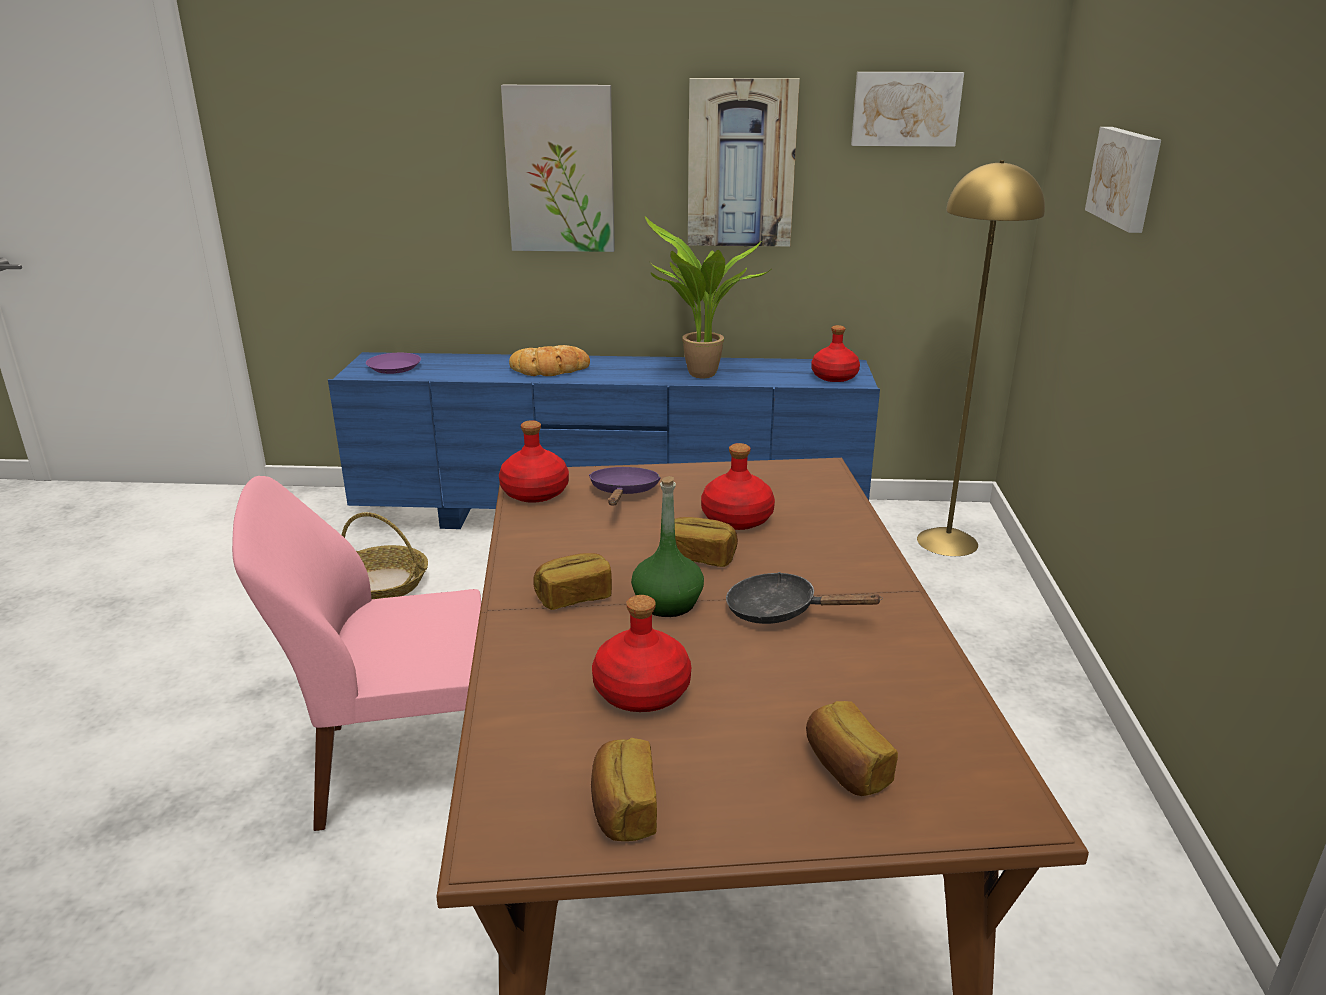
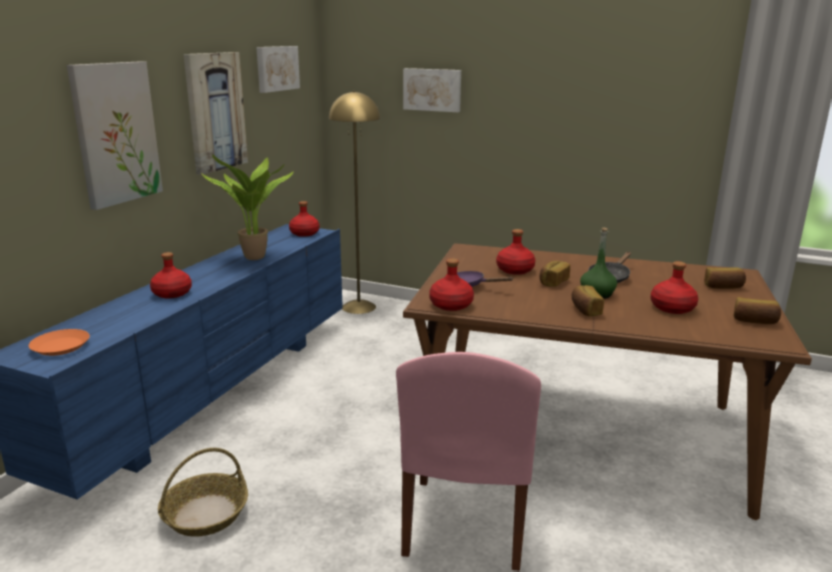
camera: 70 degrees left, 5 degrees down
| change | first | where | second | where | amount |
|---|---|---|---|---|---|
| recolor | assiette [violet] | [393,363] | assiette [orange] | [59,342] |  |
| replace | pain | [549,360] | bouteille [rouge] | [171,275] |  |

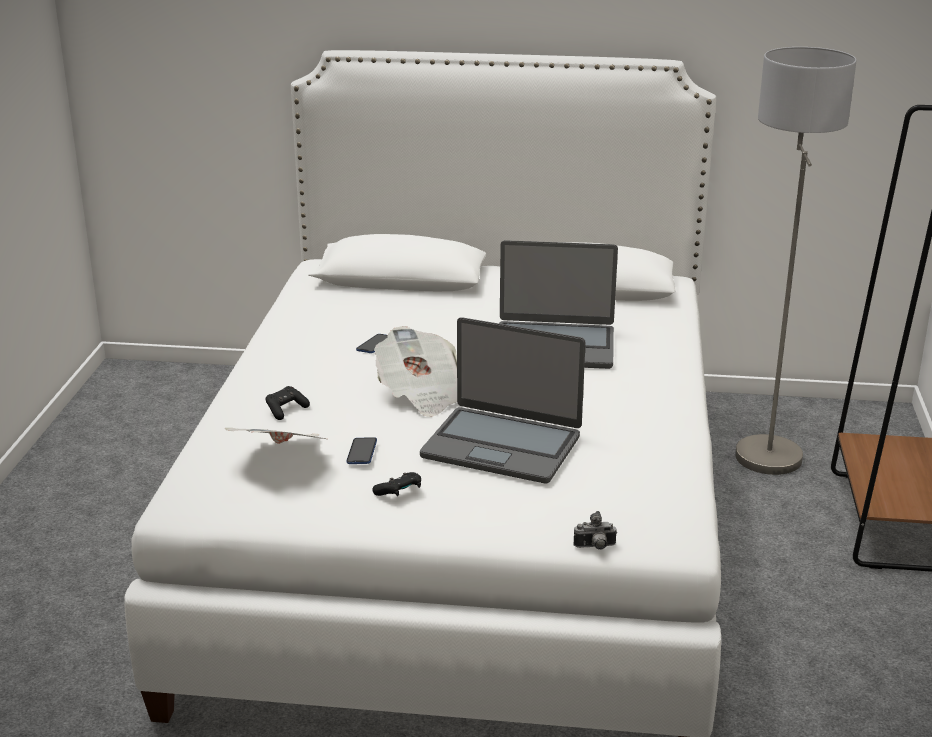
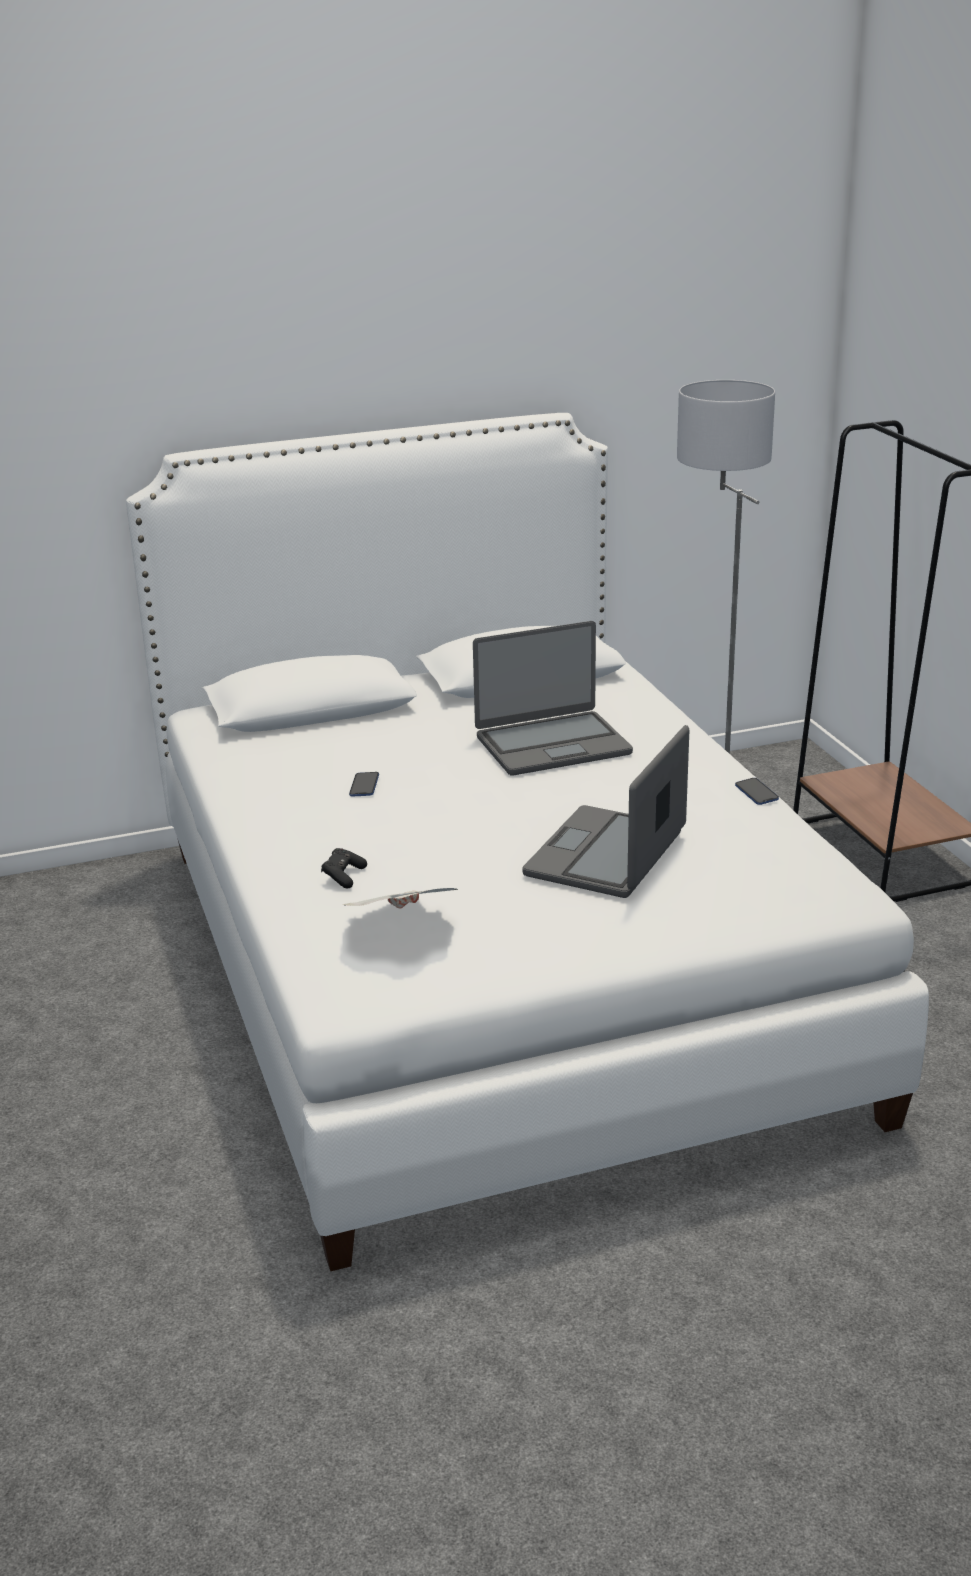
camera: 25 degrees left, 0 degrees up
| change | first | where | second | where | amount |
|---|---|---|---|---|---|
| move | téléphone | [361,450] |  | [757,791] |  |
| delete | manette [noir] | [396,484] |  |  |  |
| delete | journal | [415,371] |  |  |  |
| rotate | ordinateur portable | [502,400] |  | [605,811] | 120 degrees clockwise |
| delete | appareil photo | [595,530] |  |  |  |

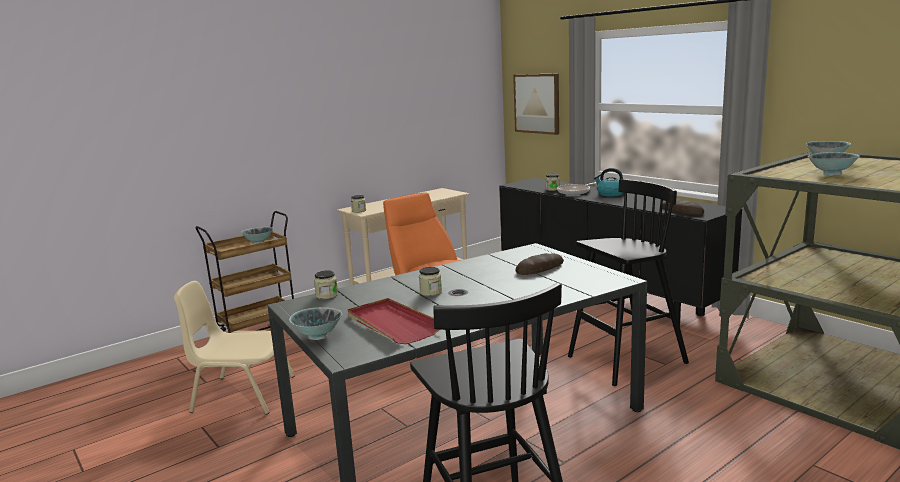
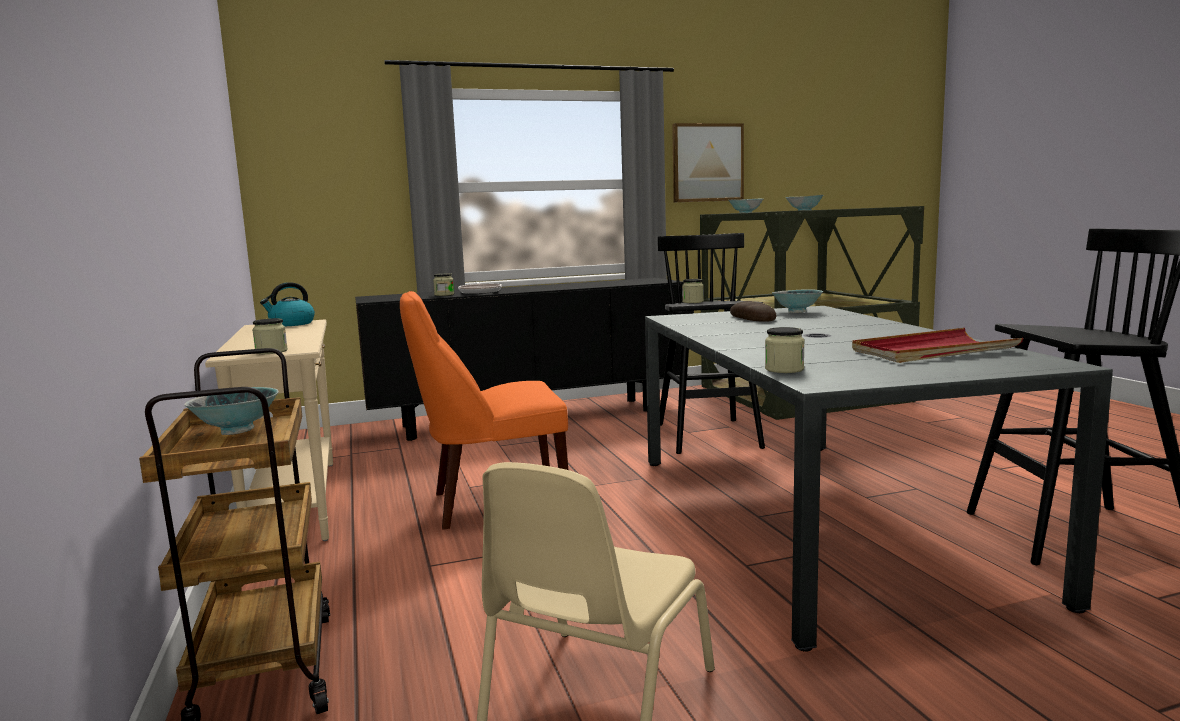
camera: 70 degrees left, 5 degrees down
| change | first | where | second | where | amount |
|---|---|---|---|---|---|
| move | bol | [315,323] |  | [797,301] |  |
| move | bocal | [430,281] |  | [693,291] |  |
| move | tableau | [536,104] |  | [708,162] |  |
| move | bouilloire | [608,182] |  | [287,304] |  |
| delete | pain | [683,207] |  |  |  |

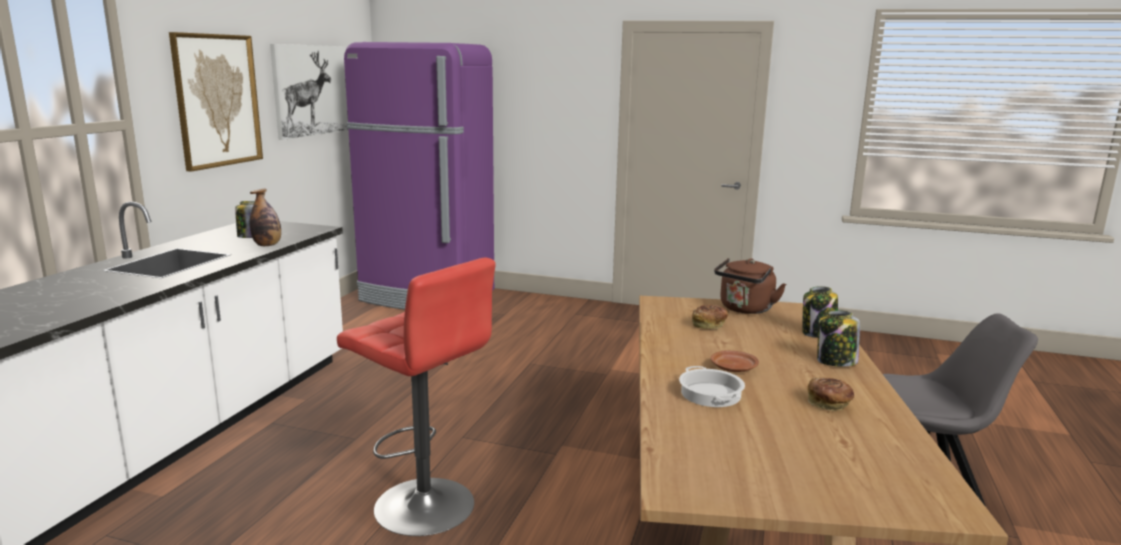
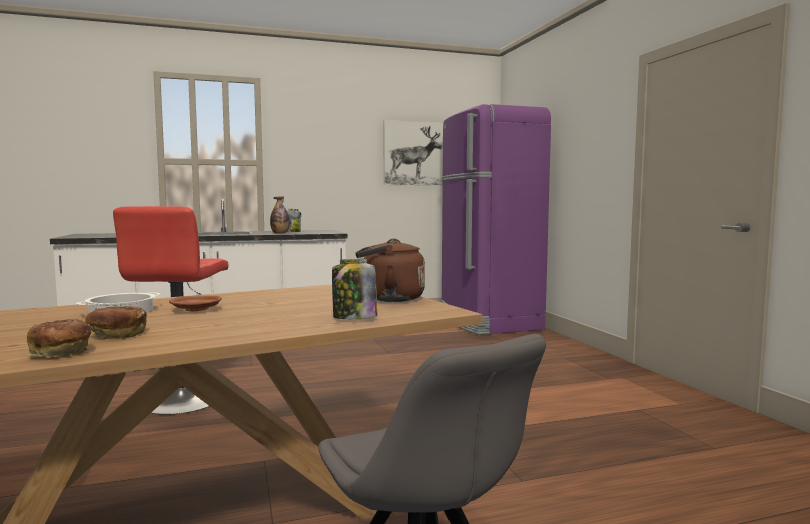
camera: 55 degrees right, 10 degrees down
| change | first | where | second | where | amount |
|---|---|---|---|---|---|
| delete | tableau | [216,102] |  |  |  |
| move | pain | [710,317] |  | [59,338] |  |
| delete | bocal | [838,338] |  |  |  |

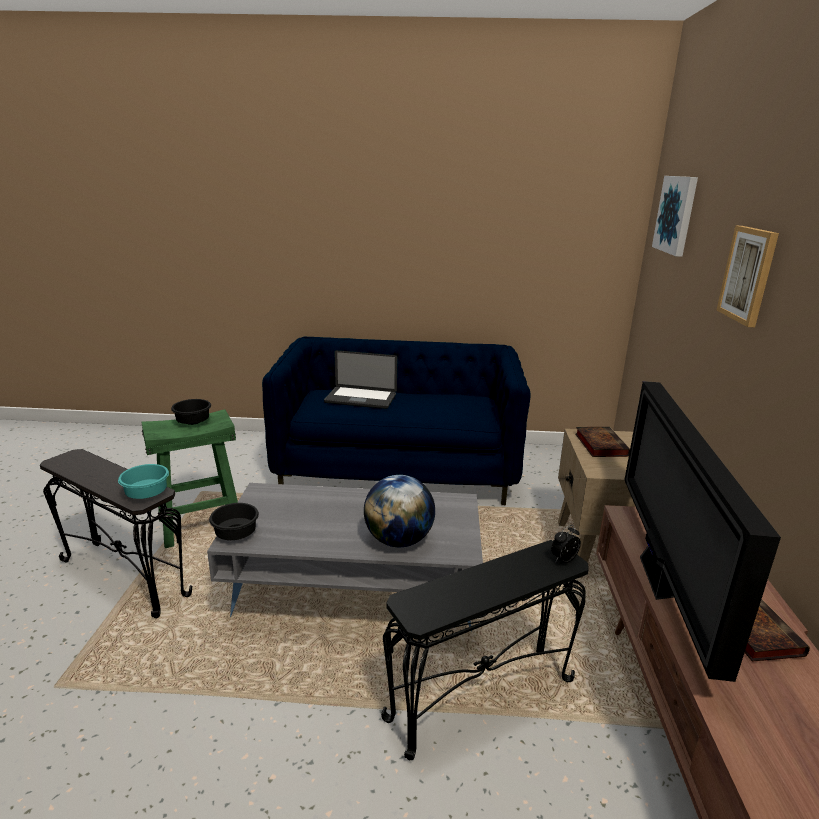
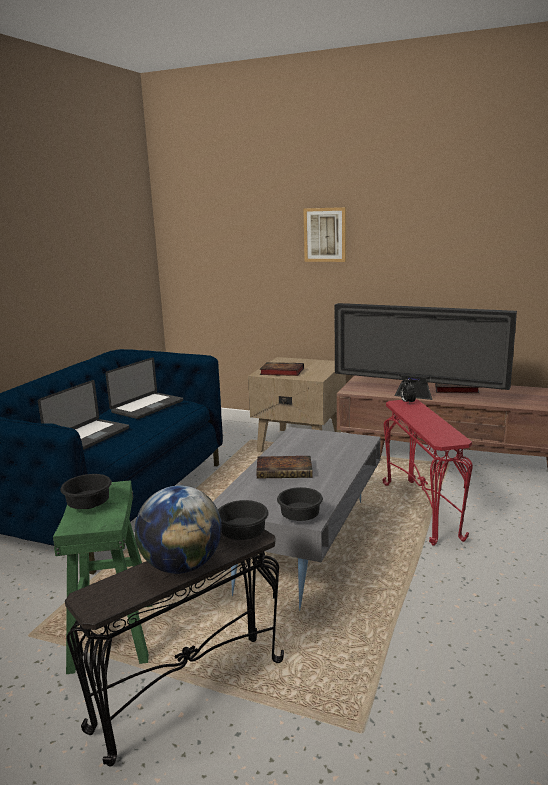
camera: 70 degrees left, 5 degrees down
| change | first | where | second | where | amount |
|---|---|---|---|---|---|
| recolor | bol [turquoise] | [143,481] | bol [noir] | [243,520] |  |
| move | globe | [399,511] |  | [178,529] |  |
| recolor | table d'appoint [noir] | [485,650] | table d'appoint [rouge] | [427,472] |  |
| delete | tableau | [675,216] |  |  |  |
| insert |  |  | ordinateur portable | [144,388] |  |
| insert |  |  | livre | [285,467] |  |

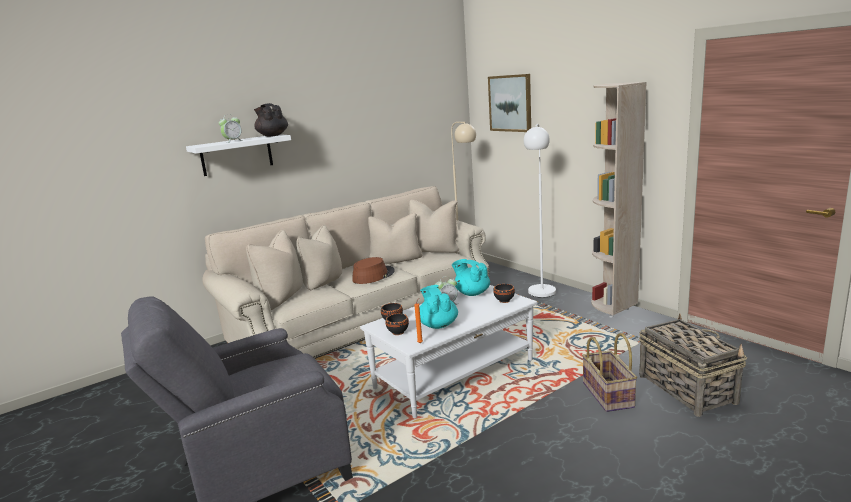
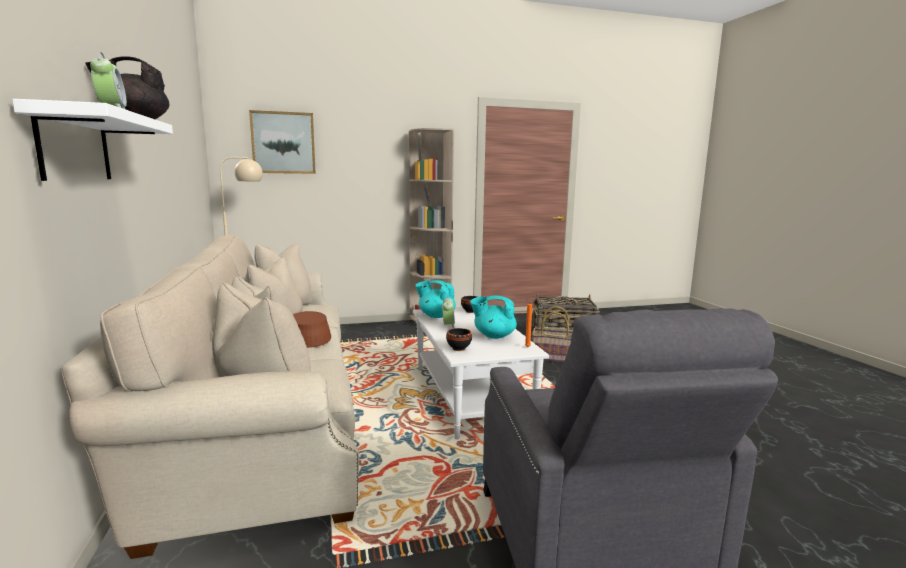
camera: 70 degrees left, 5 degrees down
| change | first | where | second | where | amount |
|---|---|---|---|---|---|
| delete | bol [noir] | [397,324] |  |  |  |
| rotate | théière [turquoise] | [471,277] |  | [435,299] | 45 degrees clockwise |
| delete | lampadaire [blanc] | [540,211] |  |  |  |

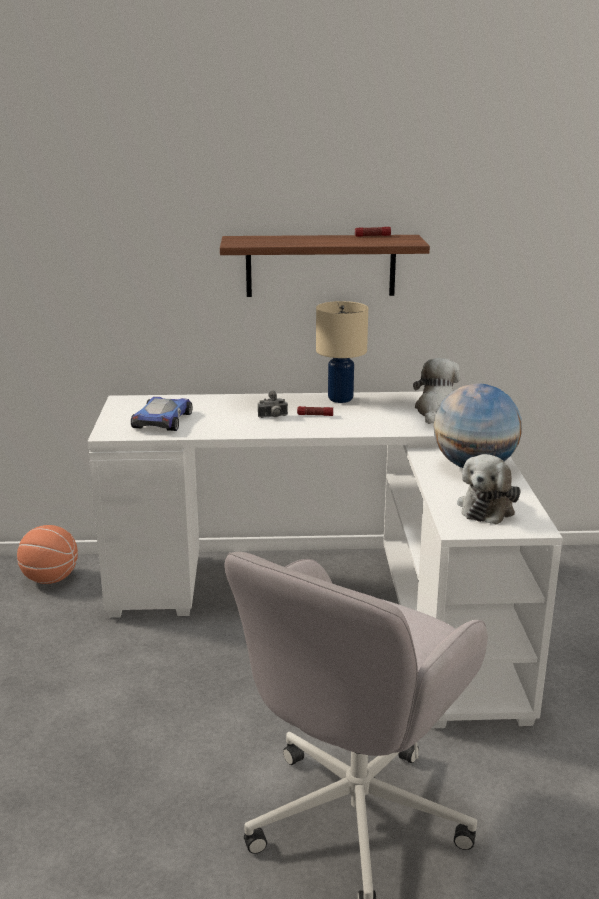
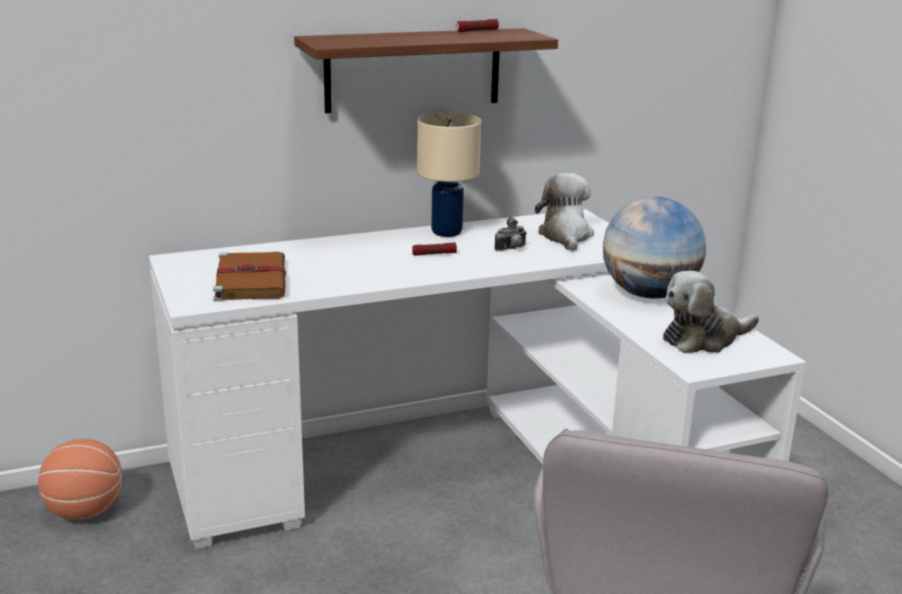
camera: 20 degrees left, 0 degrees up
| change | first | where | second | where | amount |
|---|---|---|---|---|---|
| replace | petite voiture | [161,414] | livre [marron] | [249,276] |  |
| move | appareil photo | [273,404] |  | [510,234] |  |
| rotate | peluche | [489,489] |  | [711,312] | 60 degrees clockwise |

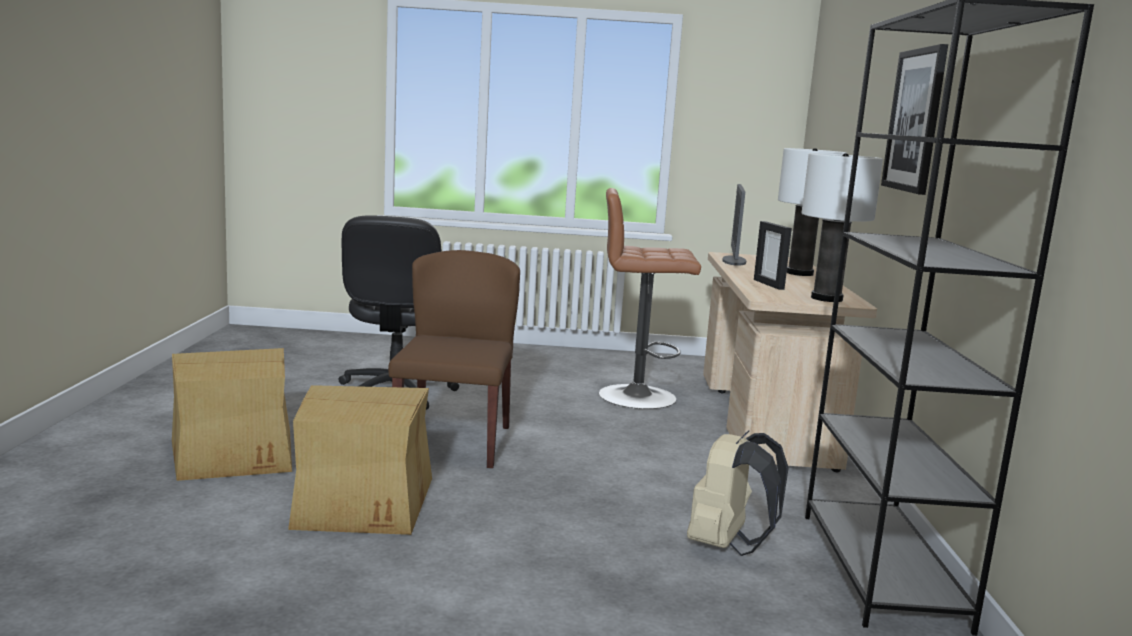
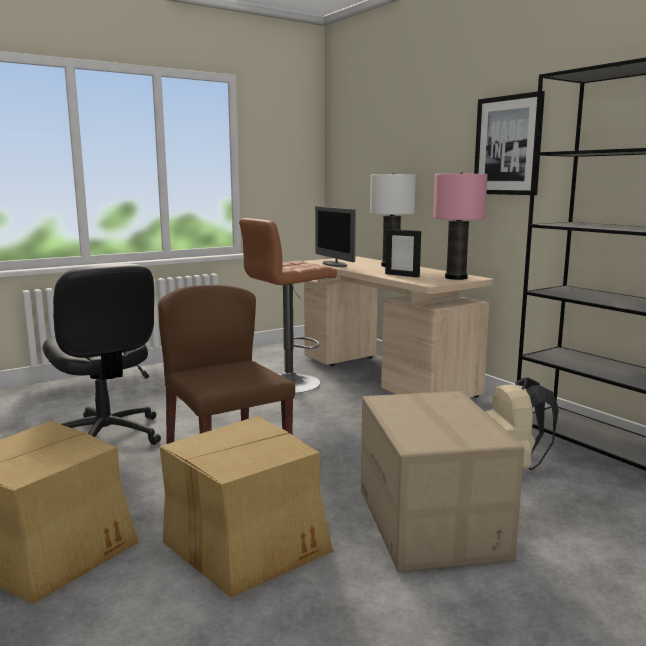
camera: 35 degrees left, 0 degrees up
| change | first | where | second | where | amount |
|---|---|---|---|---|---|
| recolor | lampe de table [blanc] | [842,227] | lampe de table [rose] | [460,226] |  |
| insert |  |  | carton | [443,481] |  |

